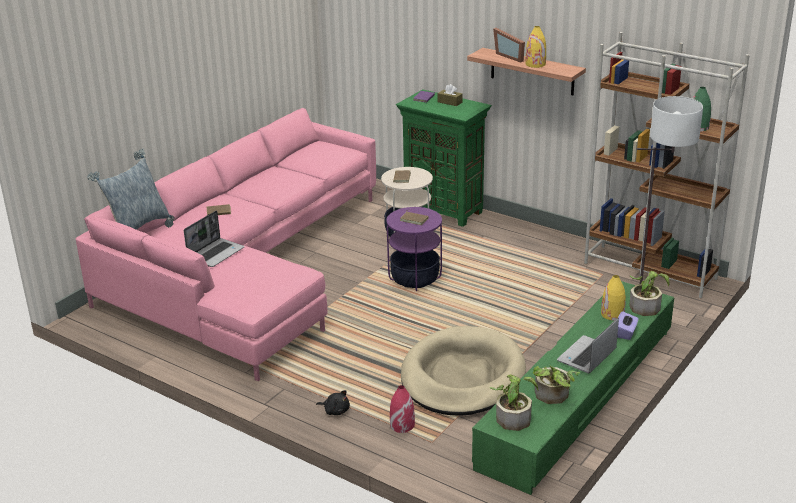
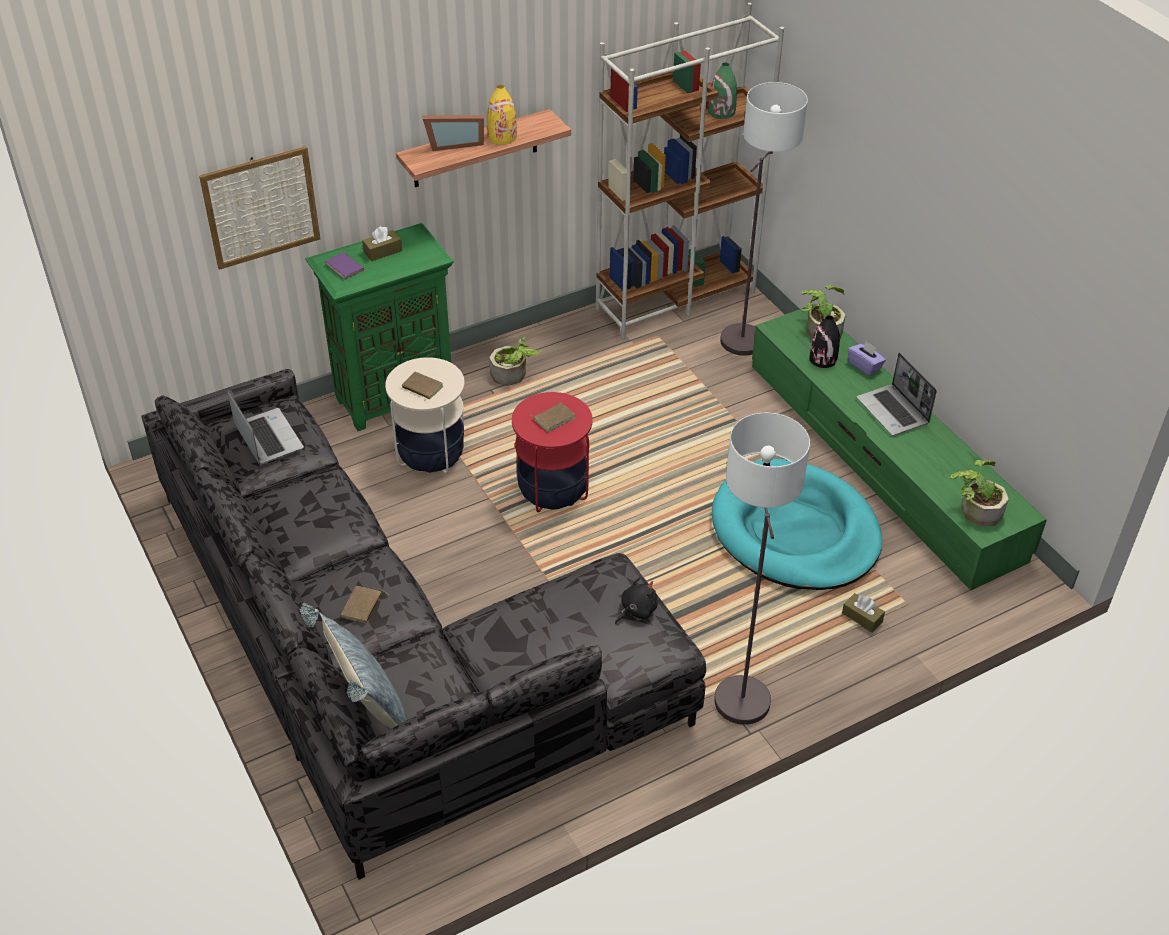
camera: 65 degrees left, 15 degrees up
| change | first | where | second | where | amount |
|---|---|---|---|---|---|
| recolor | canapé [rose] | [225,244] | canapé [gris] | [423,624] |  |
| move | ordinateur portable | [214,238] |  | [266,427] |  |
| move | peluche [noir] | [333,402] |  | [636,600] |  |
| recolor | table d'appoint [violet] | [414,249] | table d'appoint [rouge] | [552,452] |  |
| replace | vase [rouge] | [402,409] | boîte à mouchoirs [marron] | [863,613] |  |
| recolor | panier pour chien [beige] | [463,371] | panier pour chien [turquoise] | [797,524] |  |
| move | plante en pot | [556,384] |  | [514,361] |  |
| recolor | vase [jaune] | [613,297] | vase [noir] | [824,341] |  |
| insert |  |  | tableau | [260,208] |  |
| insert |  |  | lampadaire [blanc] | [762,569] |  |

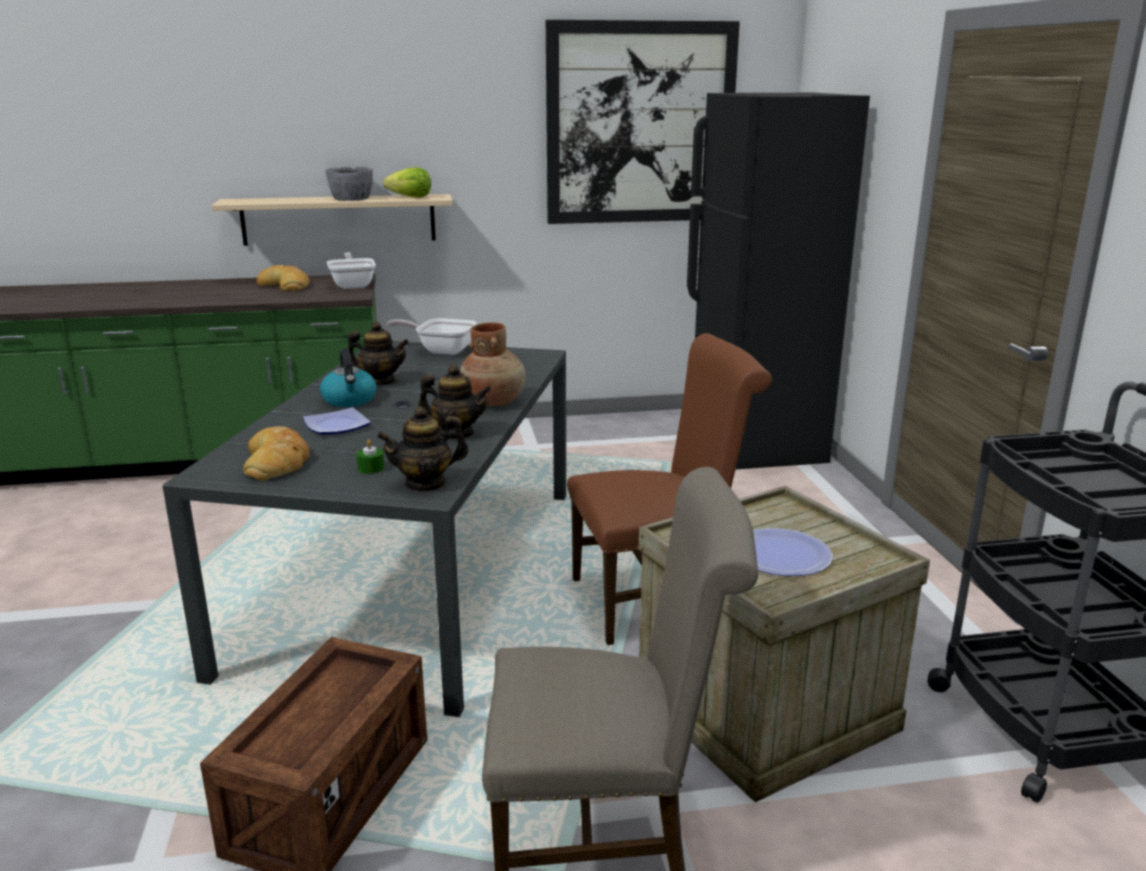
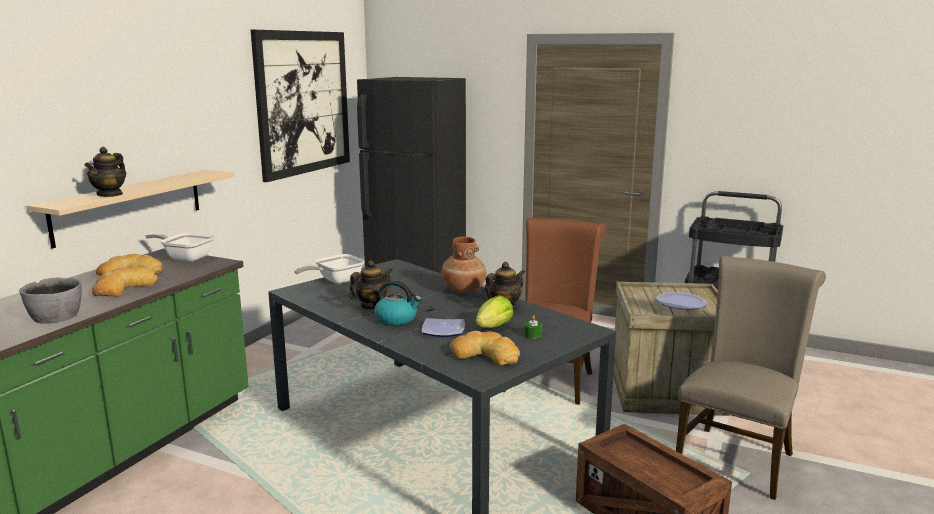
camera: 55 degrees left, 5 degrees down
| change | first | where | second | where | amount |
|---|---|---|---|---|---|
| move | bol [gris] | [349,183] |  | [50,301] |  |
| move | théière | [422,449] |  | [105,172] |  |
| move | laitue | [407,183] |  | [494,311] |  |
| insert |  |  | pain | [125,281] |  |

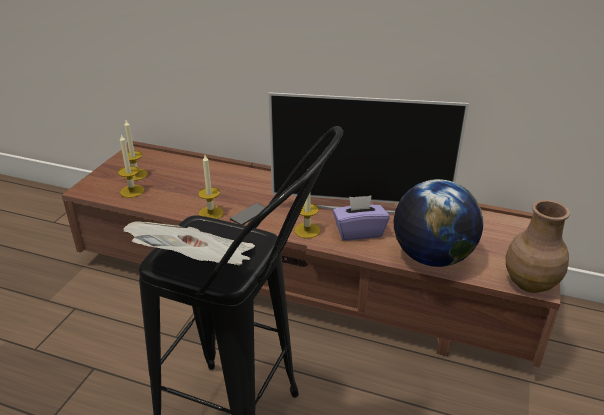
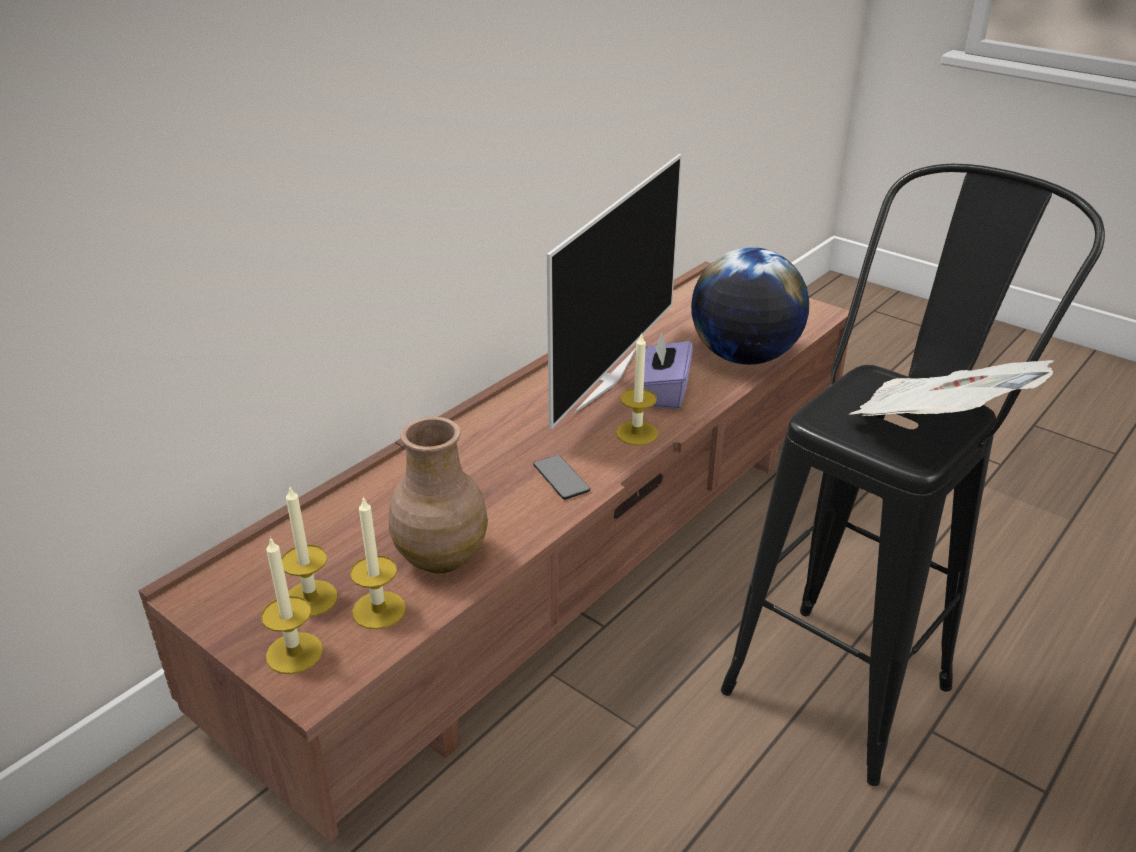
camera: 70 degrees left, 0 degrees up
| change | first | where | second | where | amount |
|---|---|---|---|---|---|
| move | bougie | [211,187] |  | [292,605] |  |
| move | vase [marron] | [537,246] |  | [438,495] |  |

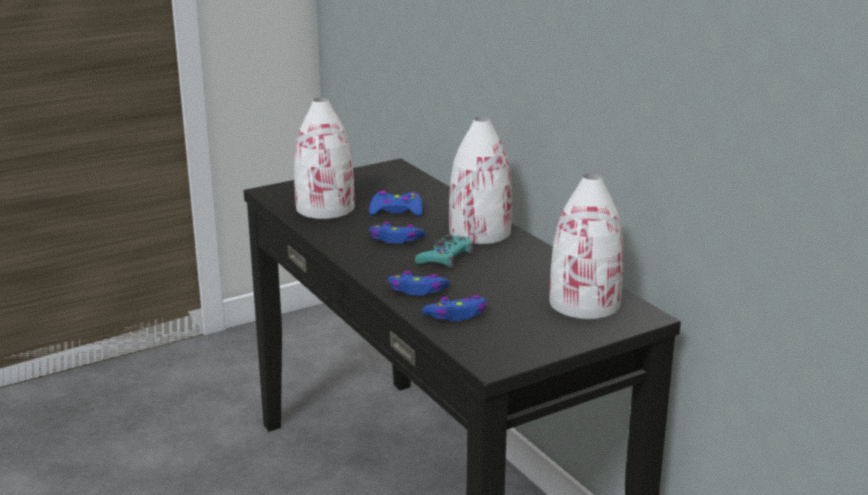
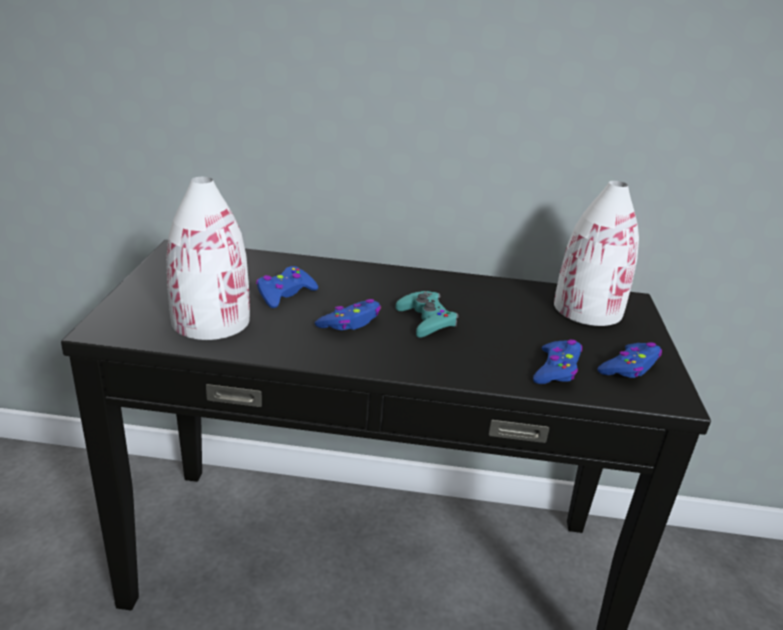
camera: 55 degrees left, 5 degrees up
| change | first | where | second | where | amount |
|---|---|---|---|---|---|
| move | manette [bleu] | [419,283] |  | [629,360] |  |
| delete | vase [blanc] | [480,180] |  |  |  |

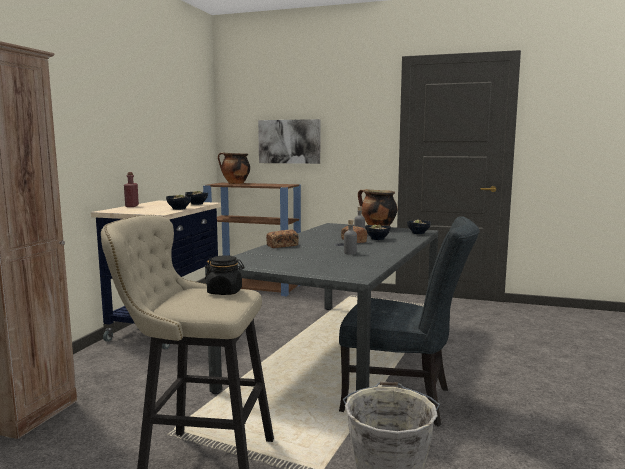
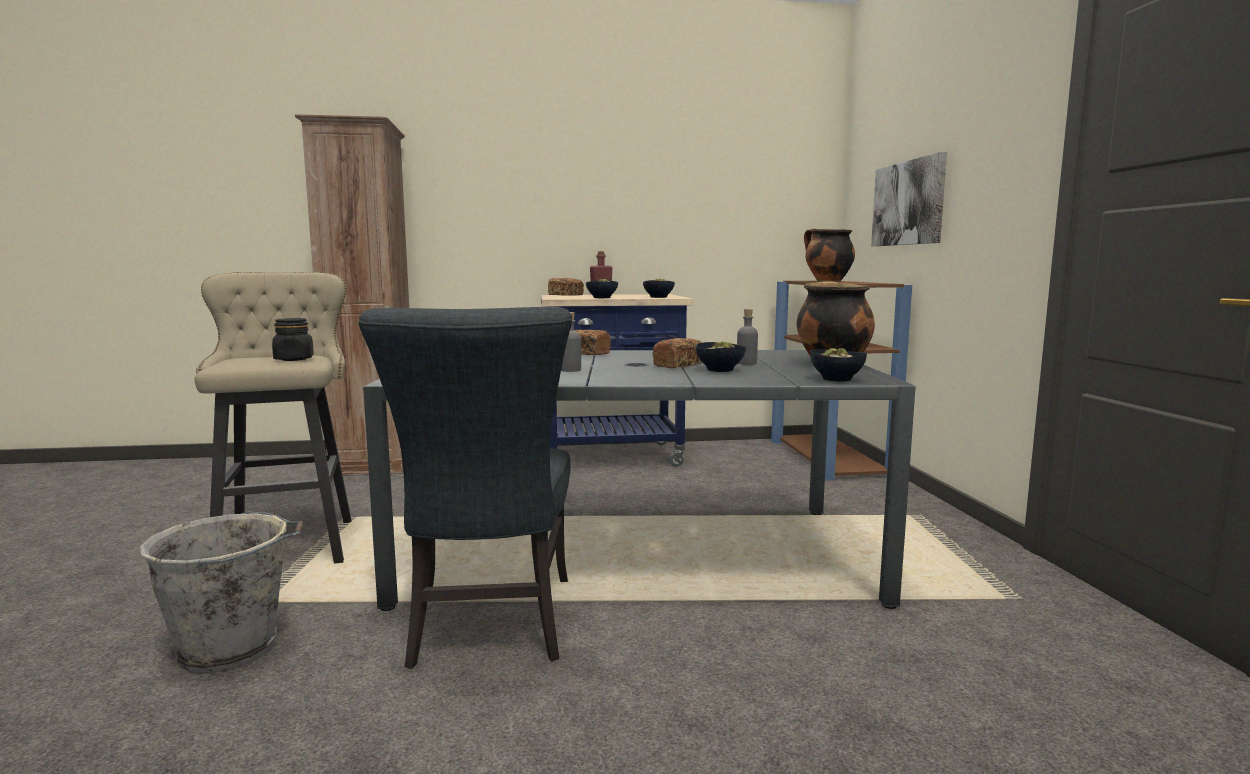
camera: 65 degrees right, 0 degrees up
| change | first | where | second | where | amount |
|---|---|---|---|---|---|
| insert |  |  | pain | [566,287] |  |

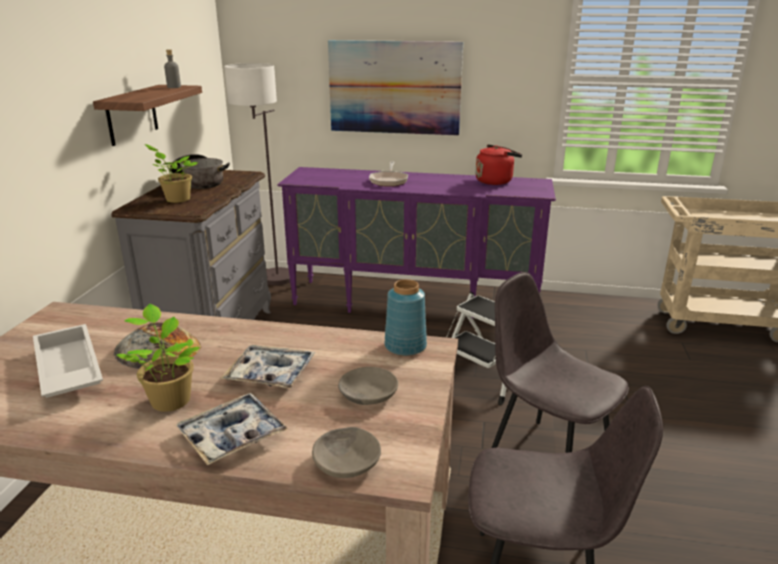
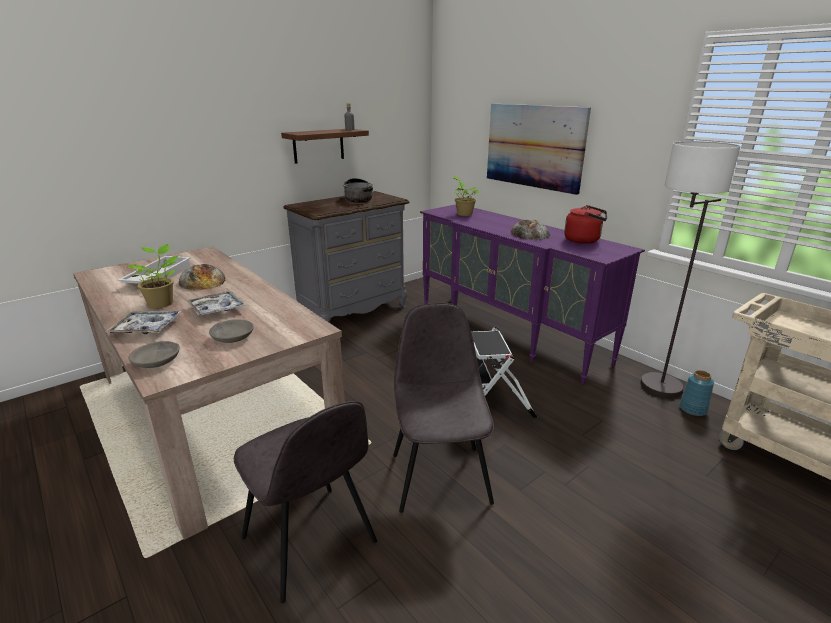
camera: 40 degrees right, 0 degrees up
| change | first | where | second | where | amount |
|---|---|---|---|---|---|
| move | plante en pot | [172,173] |  | [466,196] |  |
| move | lampadaire [blanc] | [257,174] |  | [690,269] |  |
| delete | poêle | [388,174] |  |  |  |
| move | vase [bleu] | [405,317] |  | [696,393] |  |
| insert |  |  | pain | [530,230] |  |

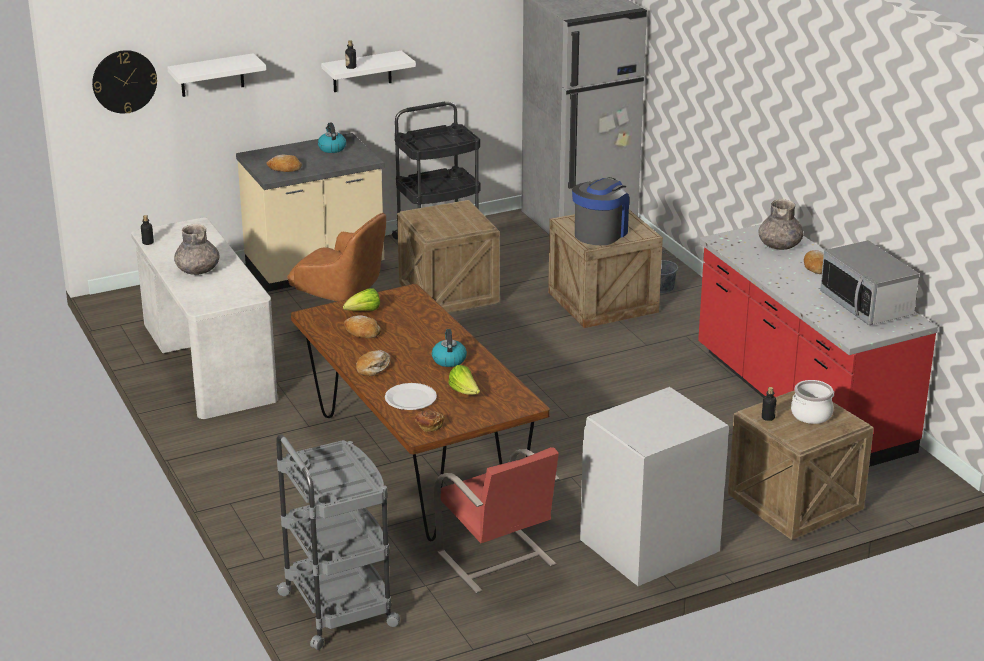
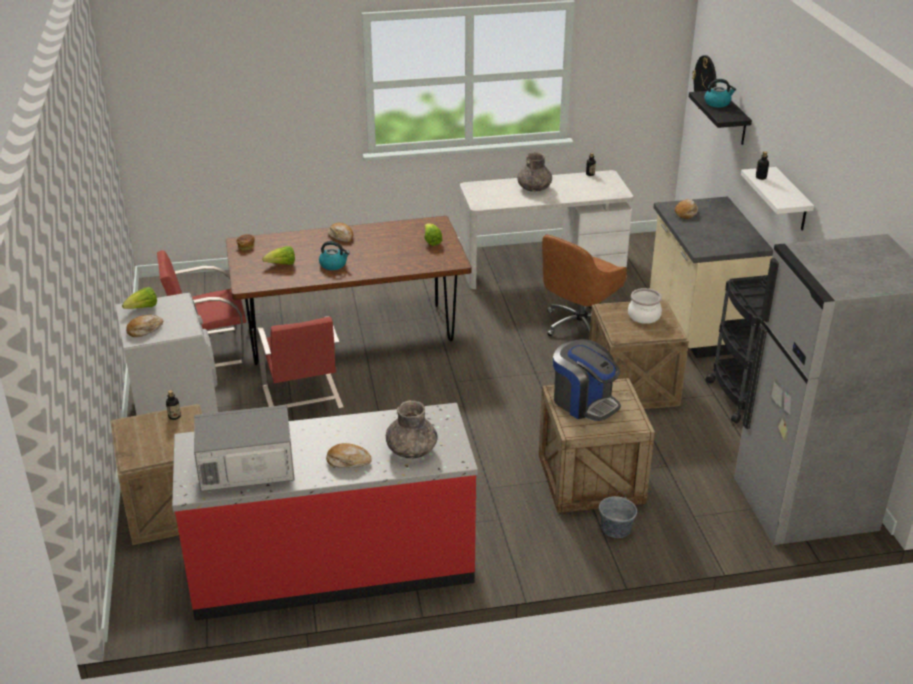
camera: 105 degrees right, 5 degrees up
| change | first | where | second | where | amount |
|---|---|---|---|---|---|
| recolor | étagère [blanc] | [216,75] | étagère [noir] | [720,118] |  |
| delete | chariot [gris] | [338,542] |  |  |  |
| move | bouilloire | [332,137] |  | [720,93] |  |
| move | pain | [362,326] |  | [144,326] |  |
| delete | assiette [blanc] | [411,396] |  |  |  |
| move | marmite | [812,402] |  | [645,306] |  |
| insert |  |  | laitue | [139,298] |  |
| insert |  |  | chaise [rouge] | [300,362] |  |

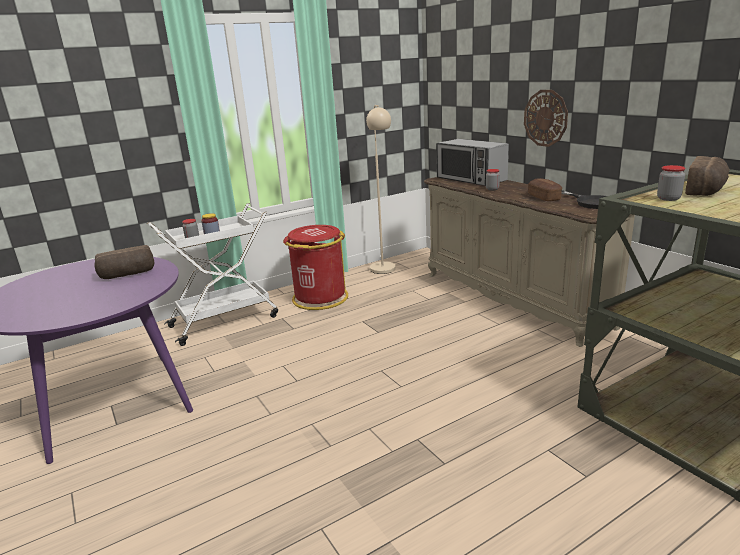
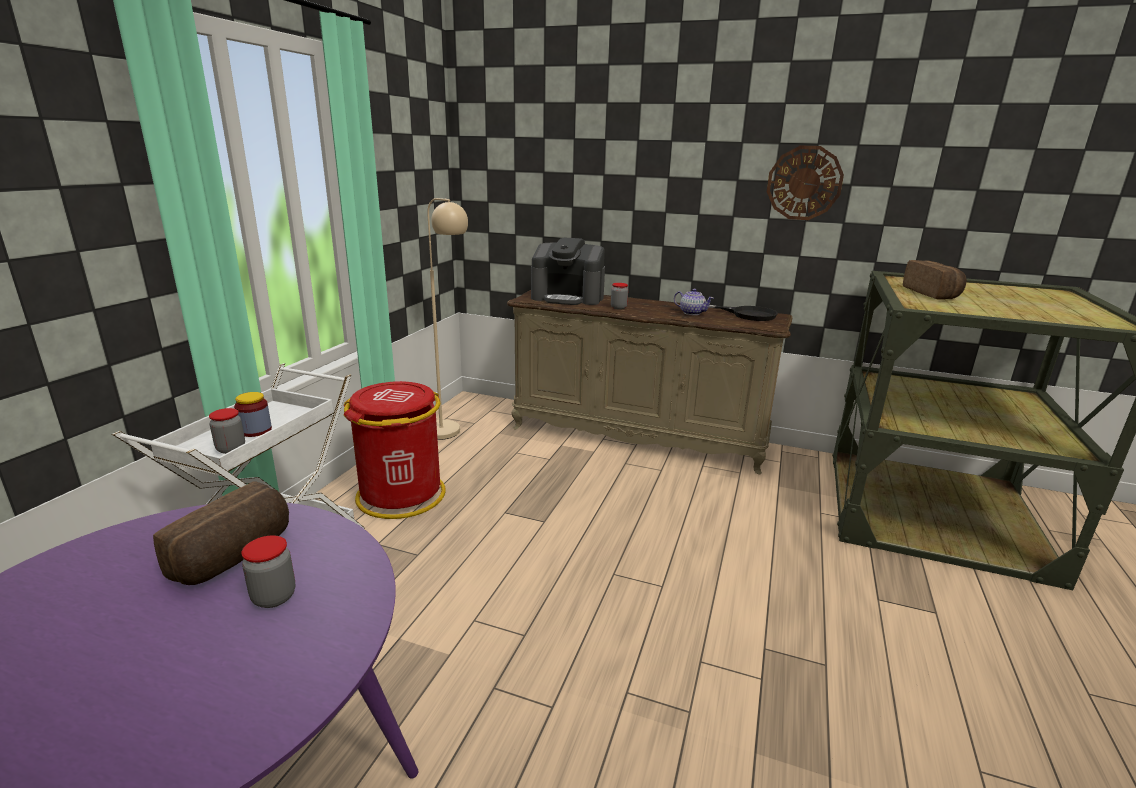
camera: 40 degrees left, 0 degrees up
| change | first | where | second | where | amount |
|---|---|---|---|---|---|
| replace | micro-ondes | [472,162] | machine à café | [568,271] |  |
| move | horloge murale | [546,118] |  | [805,183] |  |
| replace | pain | [545,189] | théière | [694,302] |  |
| move | bocal | [671,183] |  | [268,571] |  |

